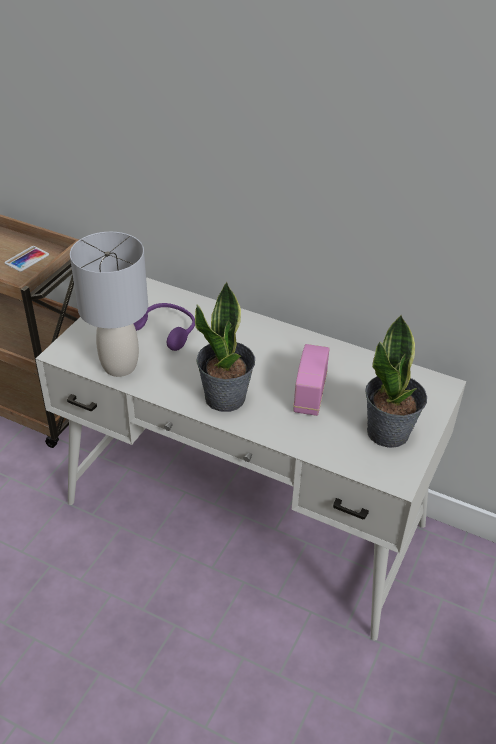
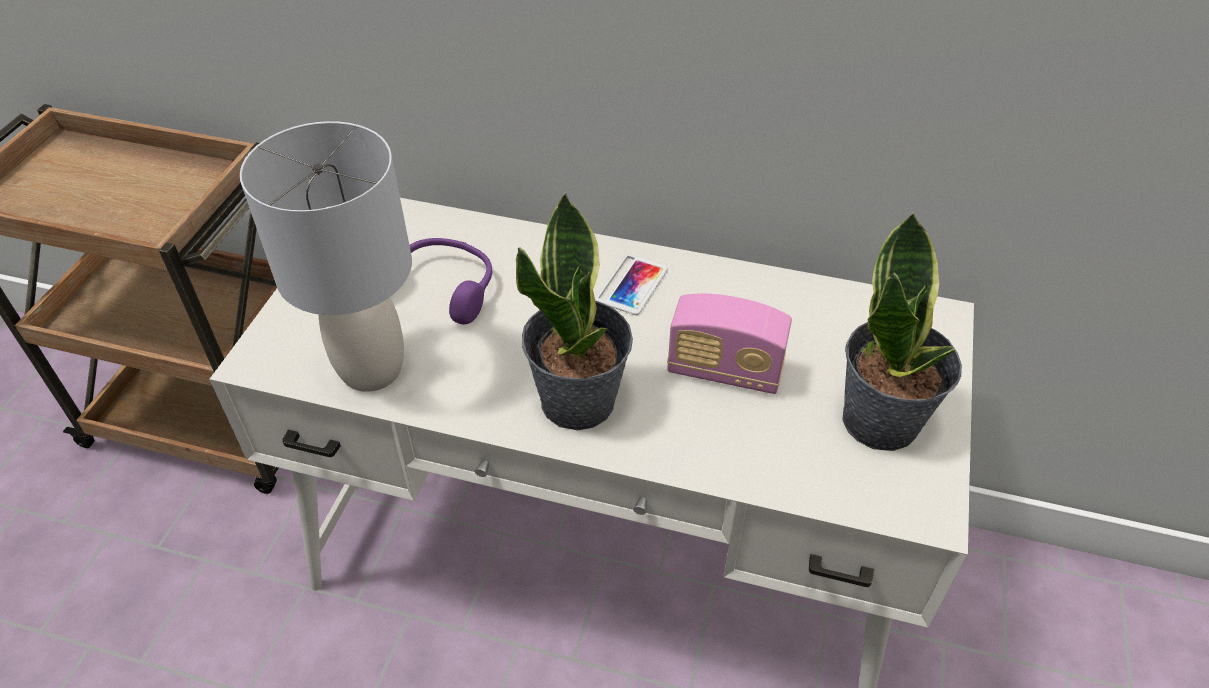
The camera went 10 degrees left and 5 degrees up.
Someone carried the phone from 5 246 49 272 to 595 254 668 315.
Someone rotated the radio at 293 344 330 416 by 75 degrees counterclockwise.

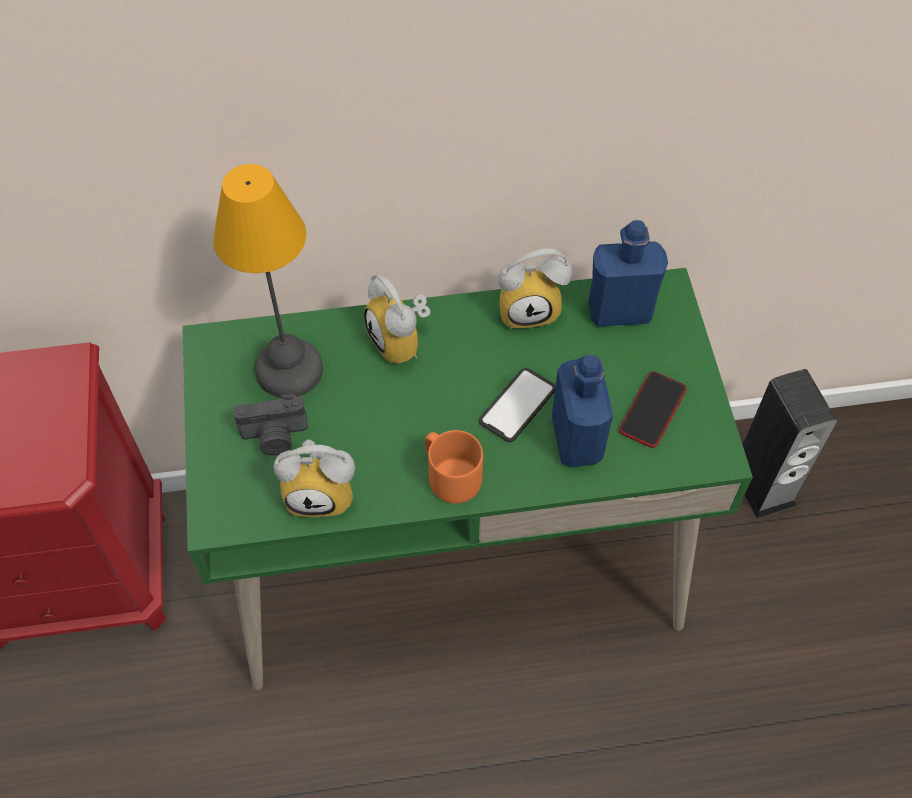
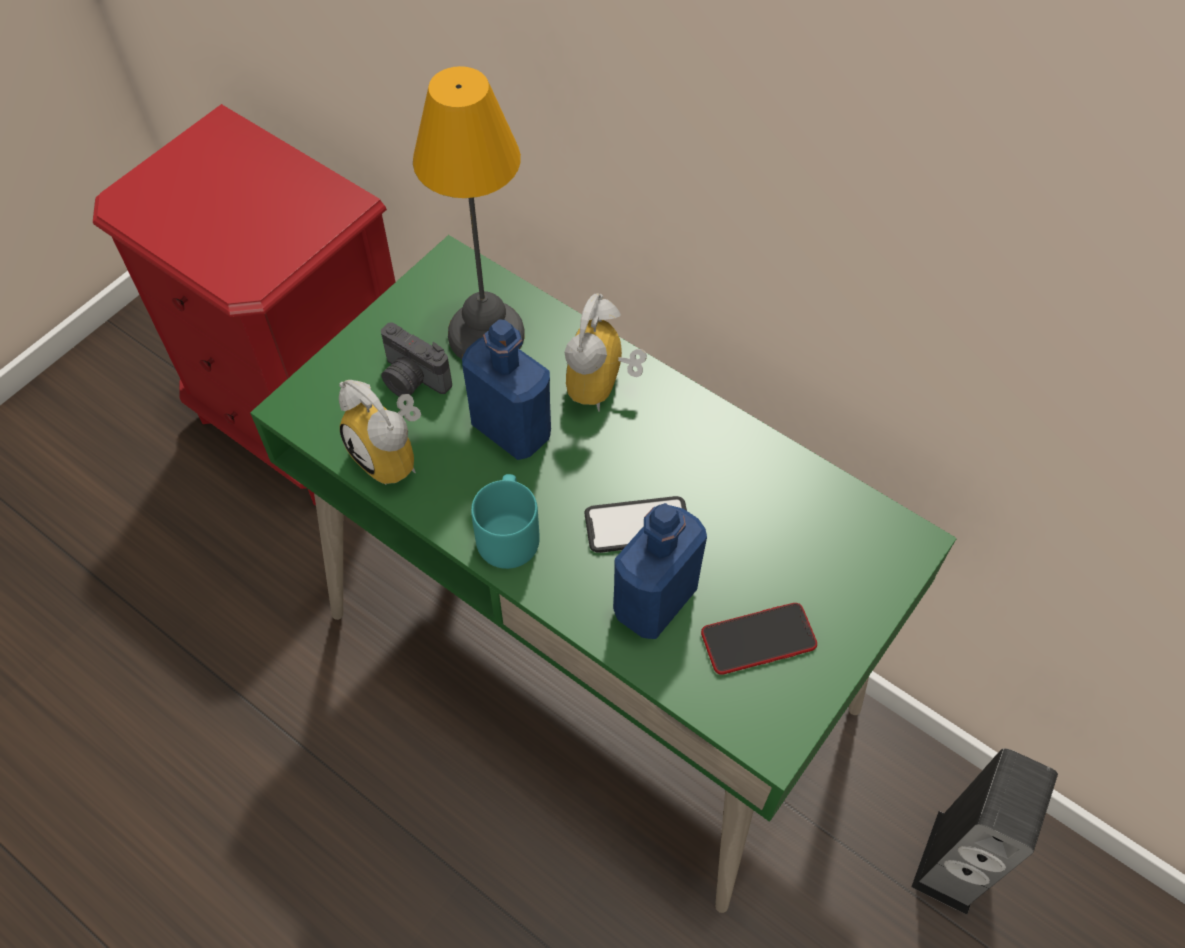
The camera went 45 degrees right and 0 degrees up.
Someone carried the bottle in blue from 588 220 668 327 to 462 320 551 460.
Someone took away the alarm clock at 498 248 572 329.
Someone repainted the mug in orange at 425 430 483 504, which became the mug in turquoise at 471 474 540 569.

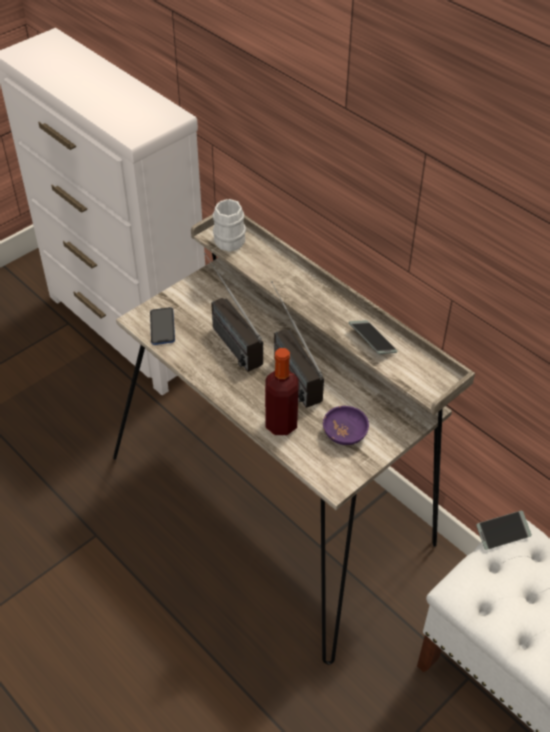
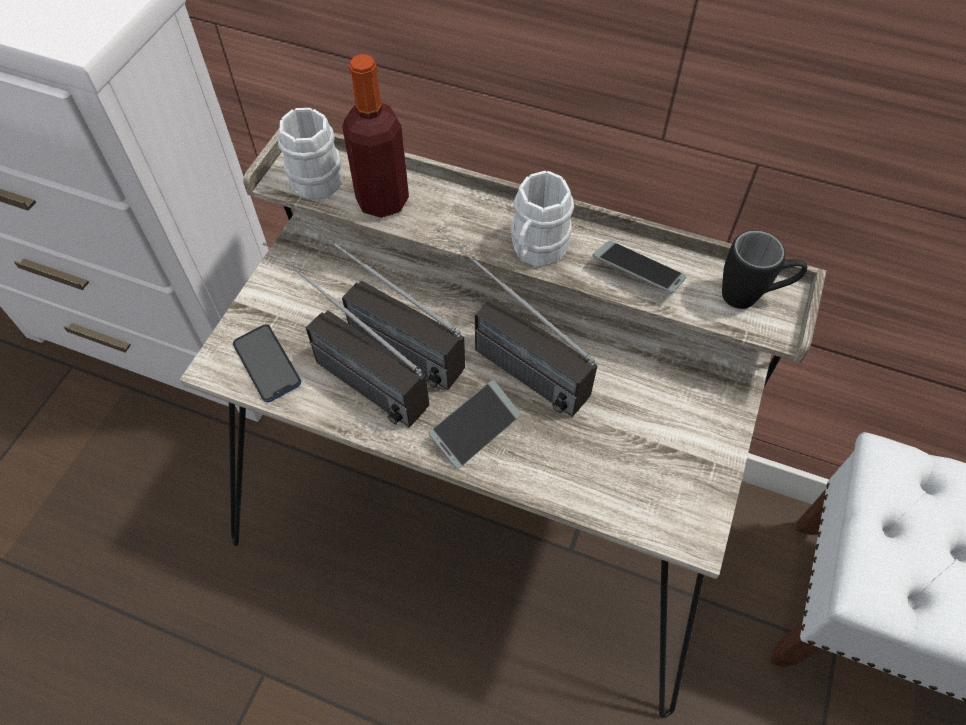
The camera went 25 degrees left and 10 degrees up.
Someone carried the bottle from 265 348 298 435 to 342 54 409 218.
Someone took away the bowl in purple at 323 406 369 445.
Someone carried the phone from 476 511 532 550 to 429 380 521 469.
Someone put down the mug in white at 511 171 574 268.
Someone put down the mug in black at 722 230 807 309.
Someone put down the radio at 263 242 429 428.

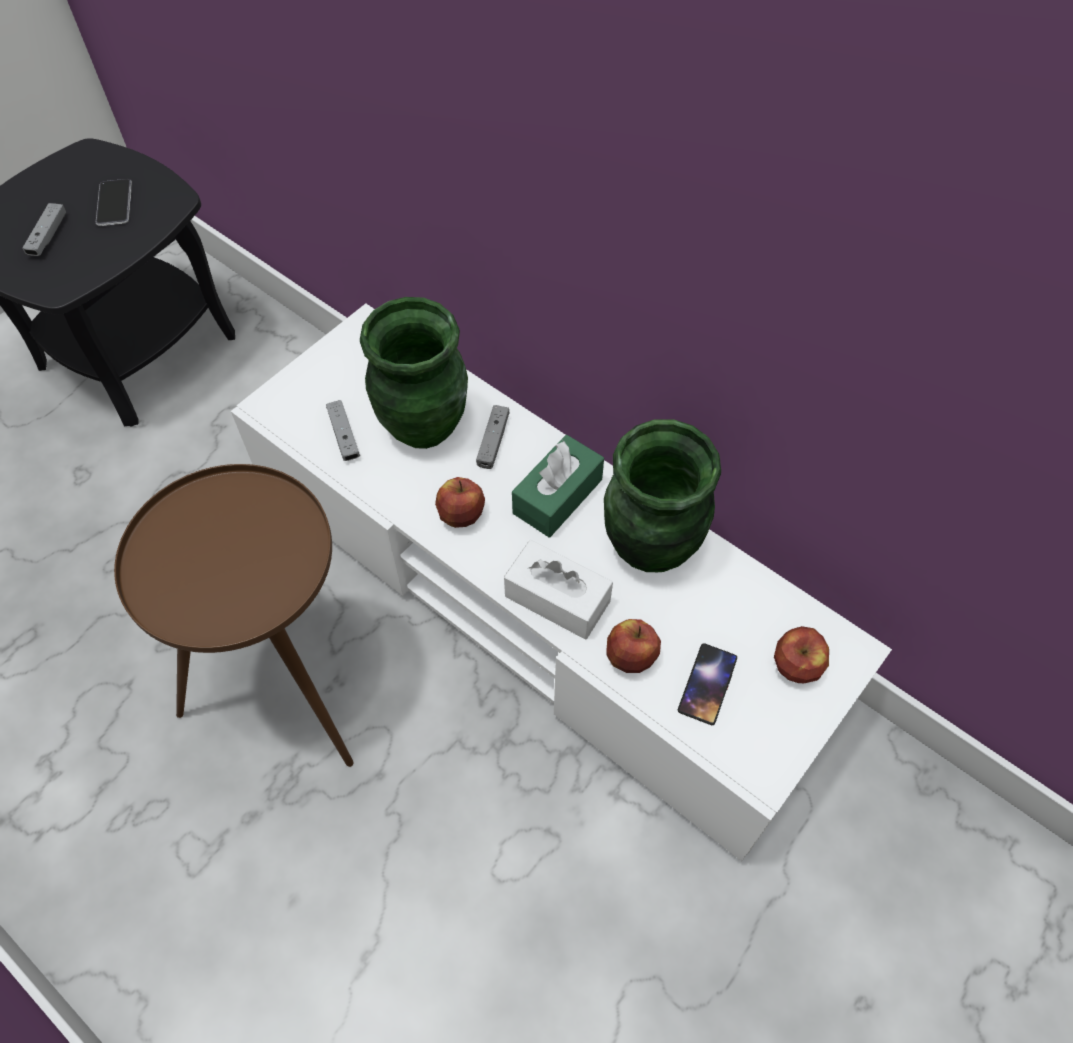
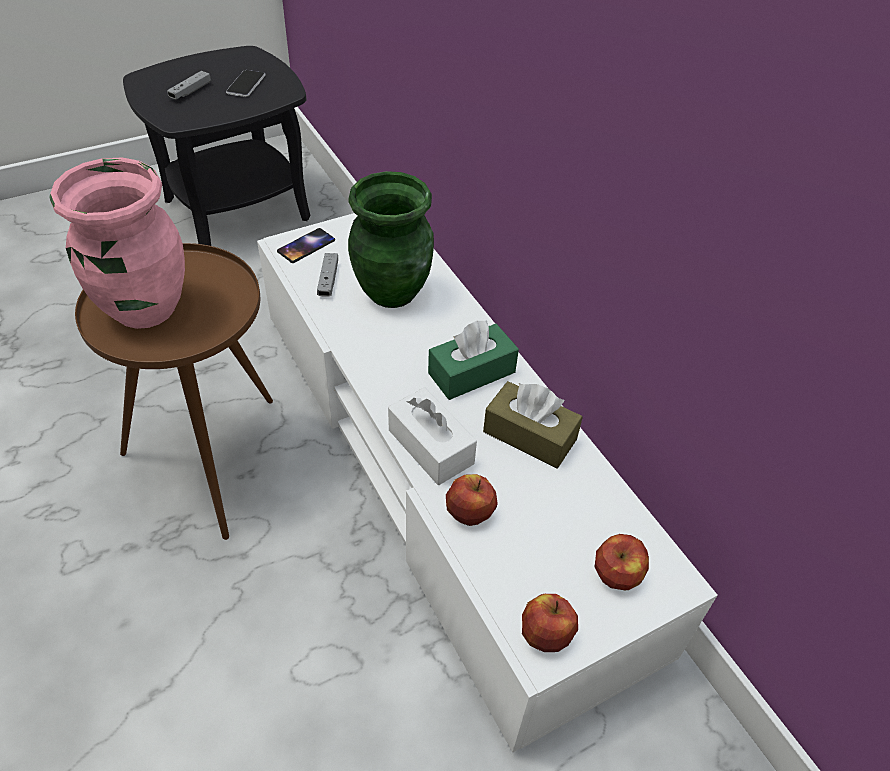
The camera went 20 degrees right and 10 degrees down.
Someone took away the game controller in grey at 476 405 510 469.
Someone swapped the vase in green at 604 419 721 572 for the tissue box in brown at 483 381 583 469.
Someone carried the apple from 435 477 485 528 to 522 594 578 652.
Someone carried the phone from 678 643 737 725 to 277 228 335 263.
Someone put down the vase in pink at 49 158 185 329.

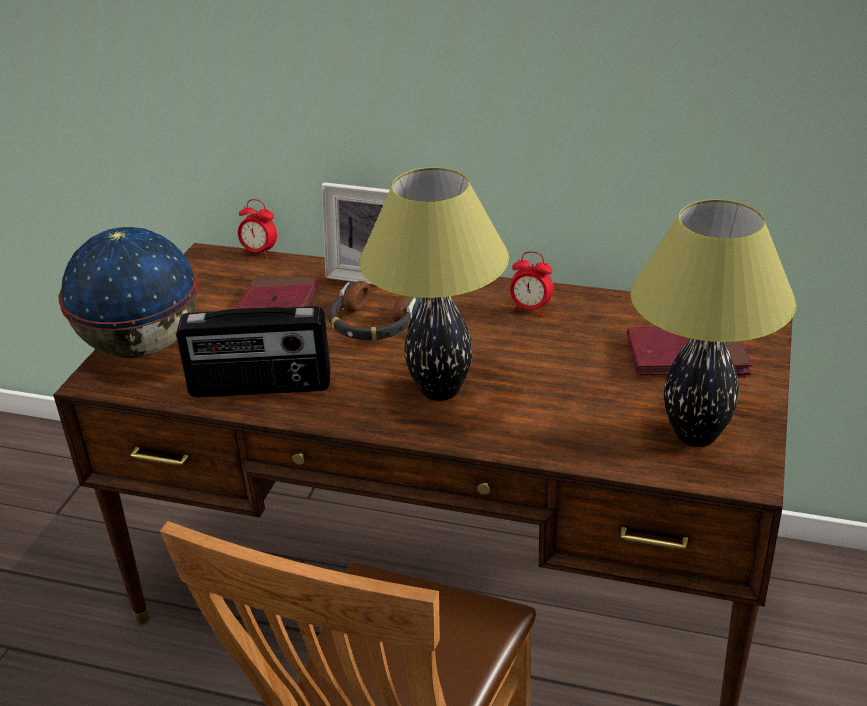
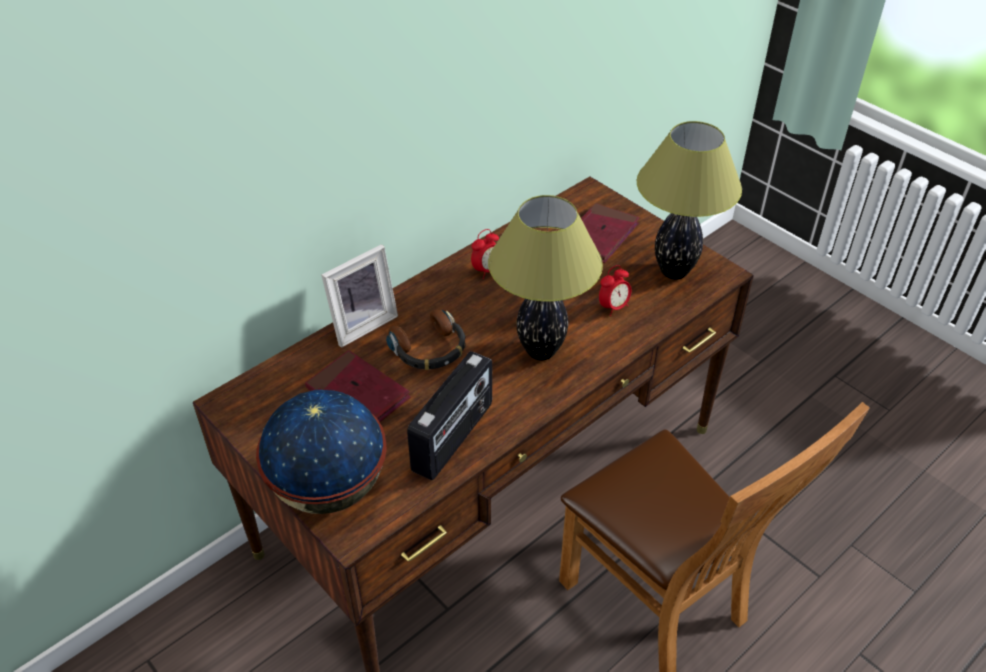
The camera went 60 degrees left and 10 degrees up.
Someone carried the alarm clock from 238 199 277 258 to 599 265 631 316.

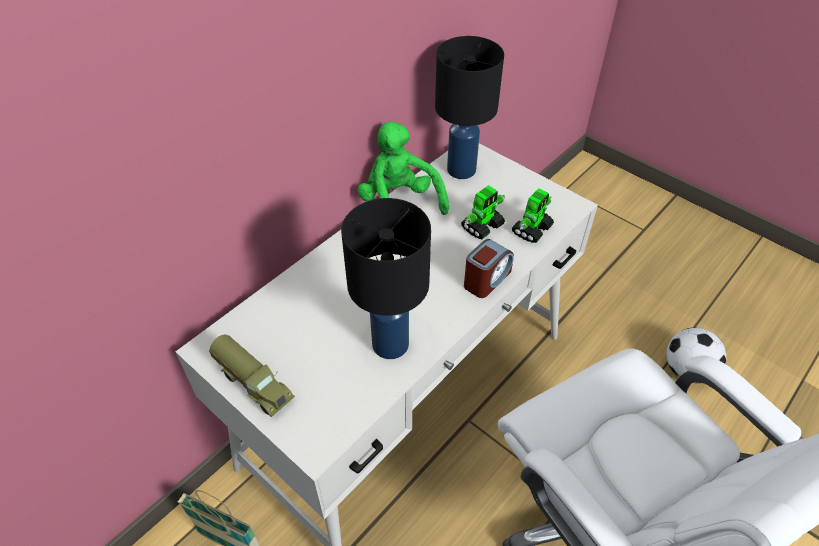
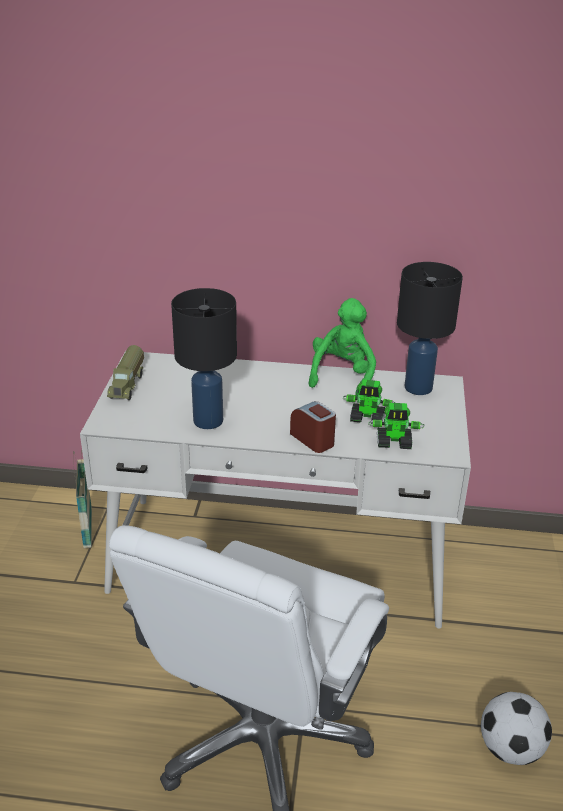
The camera went 55 degrees right and 15 degrees down.
Someone rotated the alarm clock at 464 239 514 298 by 135 degrees counterclockwise.

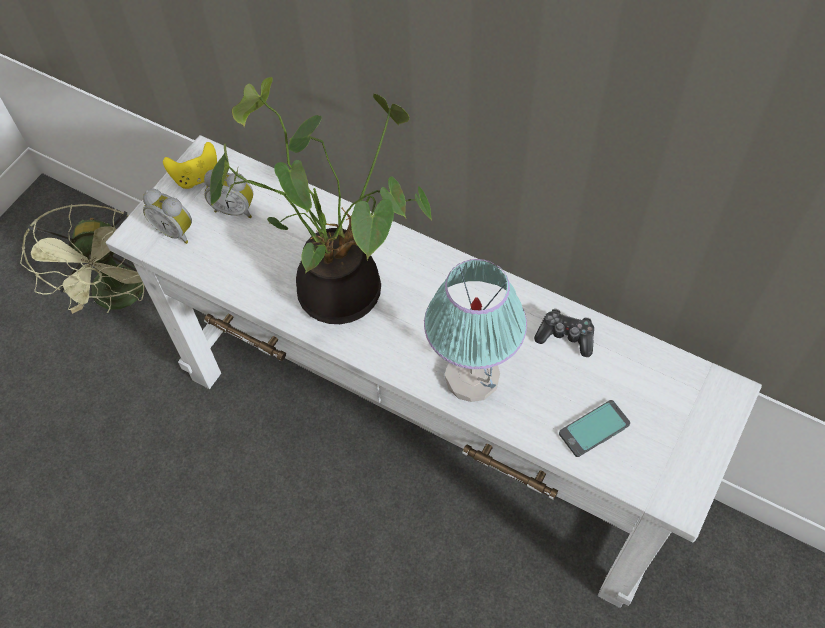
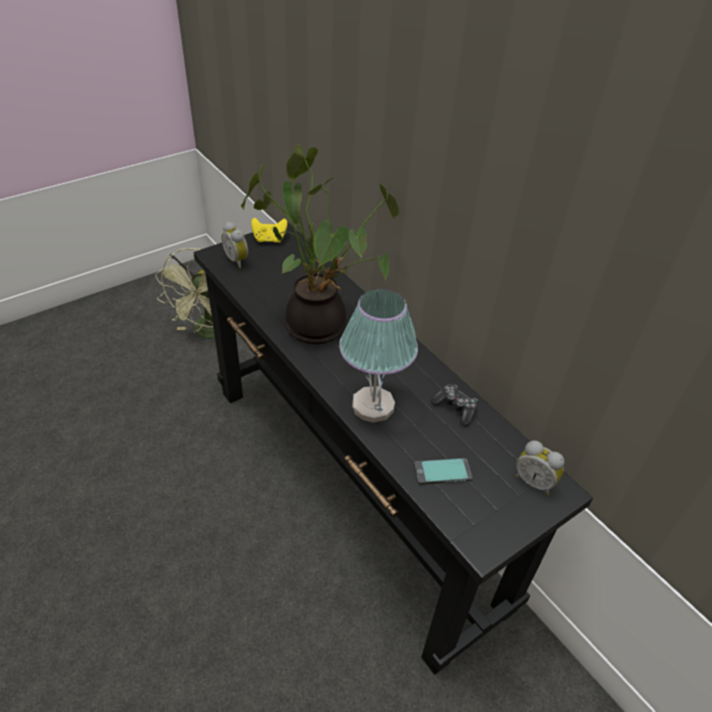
The camera went 20 degrees right and 15 degrees down.
Someone repainted the console table in white at 106 135 762 608, which became the console table in black at 194 223 593 675.
Someone carried the alarm clock from 204 169 254 218 to 515 441 564 496.

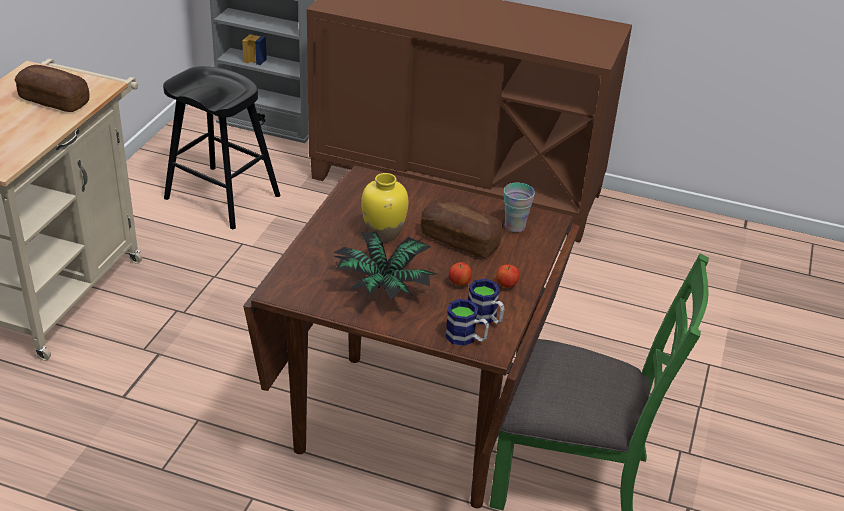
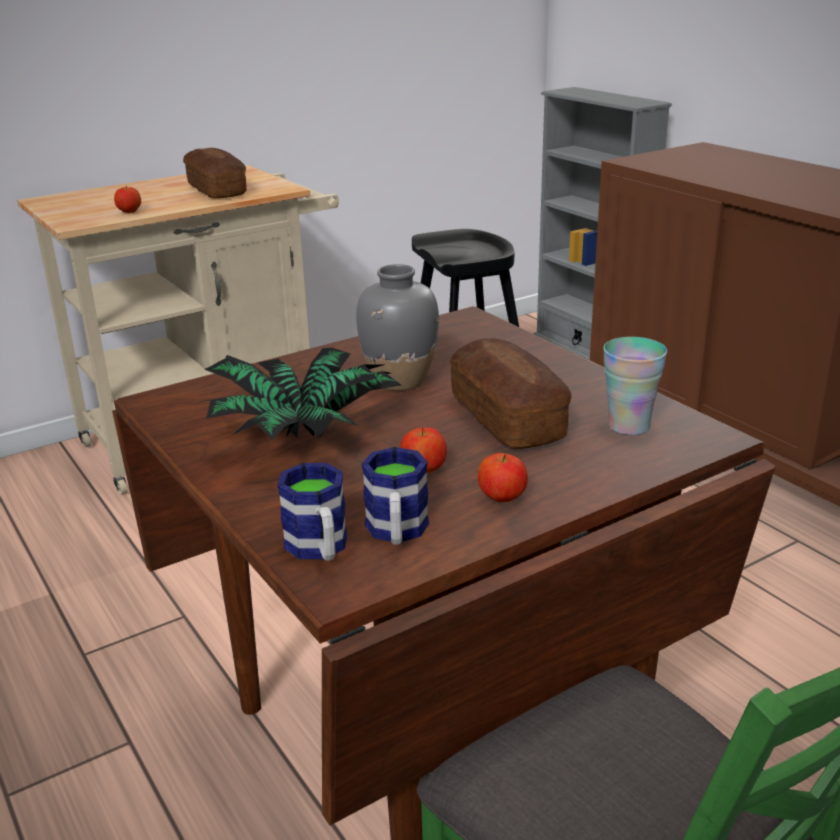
The camera went 40 degrees right and 10 degrees down.
Someone repainted the vase in yellow at 361 173 409 242, which became the vase in grey at 356 264 439 391.
Someone put down the apple at 114 186 141 213.

